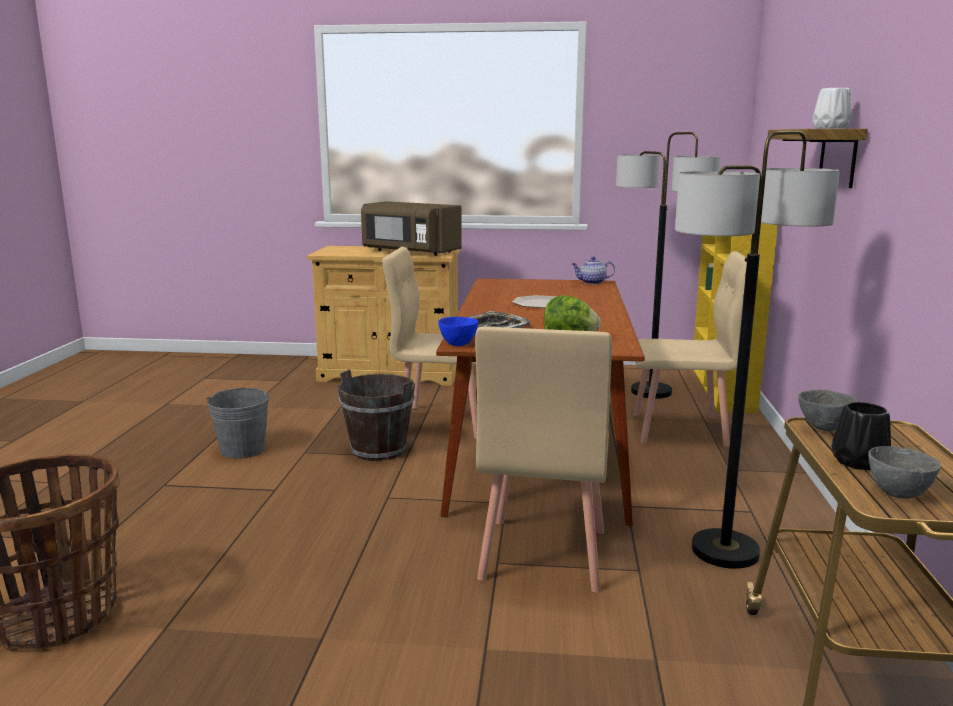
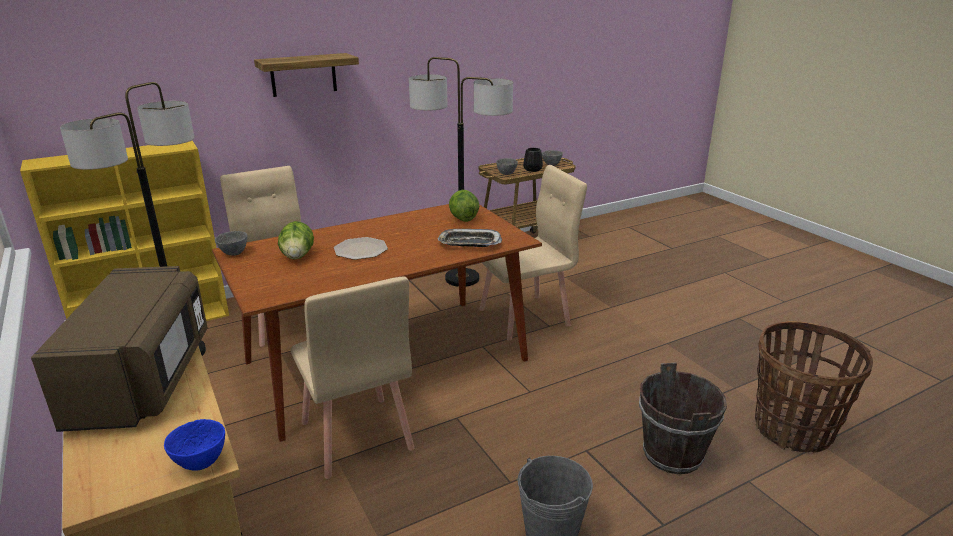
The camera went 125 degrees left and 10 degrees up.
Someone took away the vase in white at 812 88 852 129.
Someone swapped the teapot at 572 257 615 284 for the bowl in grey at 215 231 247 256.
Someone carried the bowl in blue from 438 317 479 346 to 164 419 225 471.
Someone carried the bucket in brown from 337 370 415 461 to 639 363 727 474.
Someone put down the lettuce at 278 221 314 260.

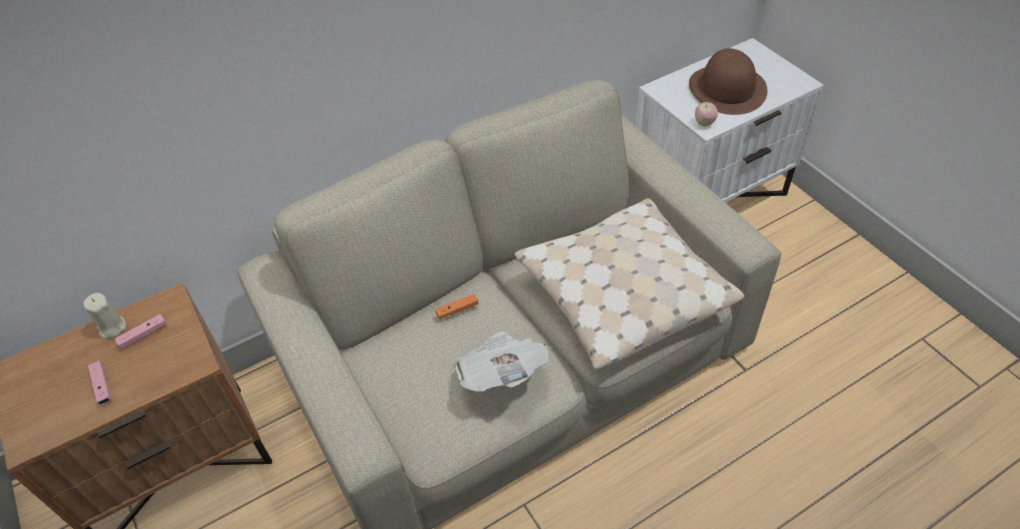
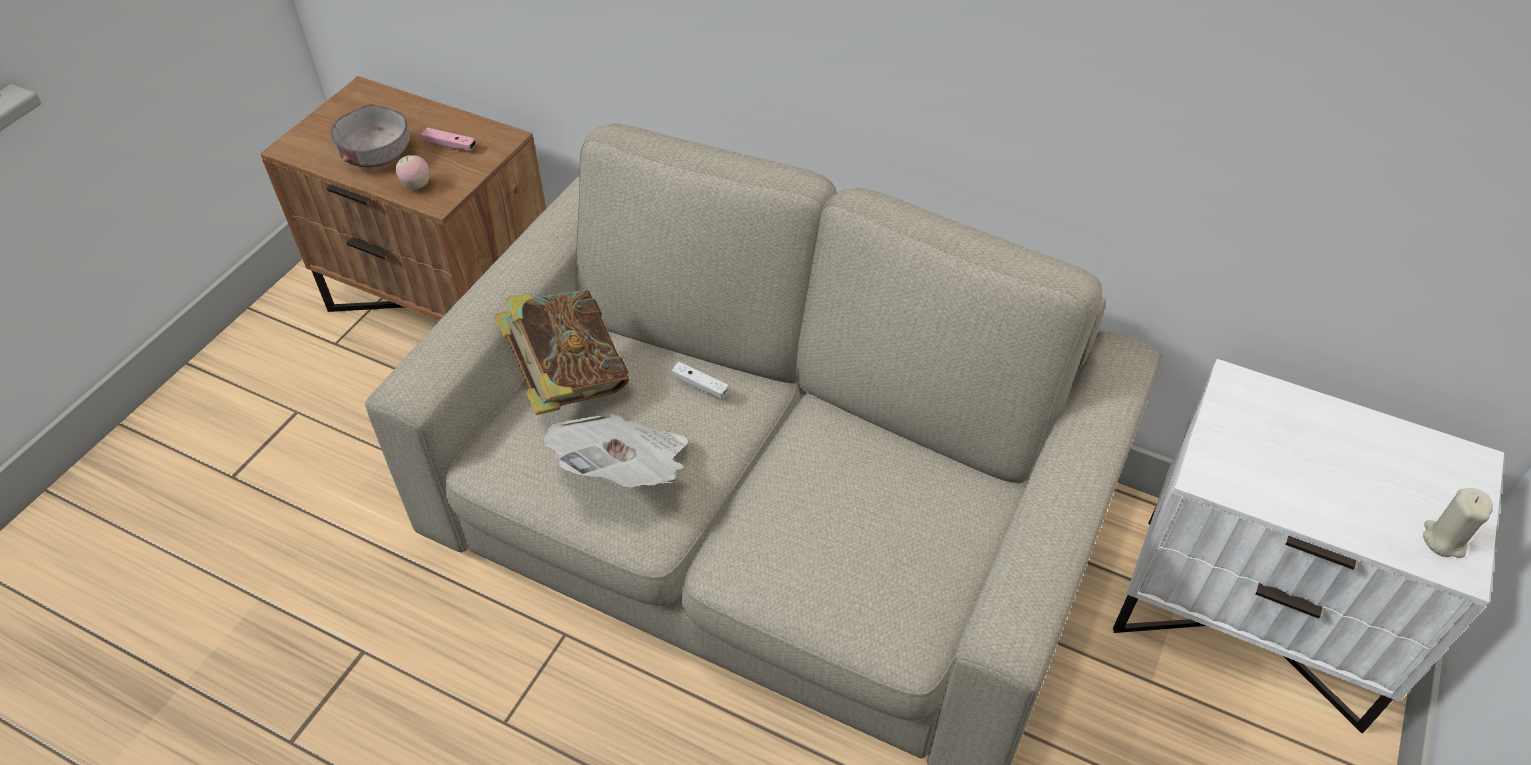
The camera went 55 degrees right and 0 degrees up.
Someone took away the hat in brown at 689 48 768 115.
Someone carried the apple from 695 102 718 126 to 395 155 430 190.
Someone took away the pillow in beige at 515 198 744 369.
Someone carried the candle in beige from 83 293 126 339 to 1423 488 1493 558.
Someone repainted the game controller in orange at 435 294 478 319, which became the game controller in white at 671 362 729 399.
Someone swapped the game controller in pink at 88 361 111 405 for the bowl in grey at 330 104 410 167.
Someone put down the book at 494 290 629 415.

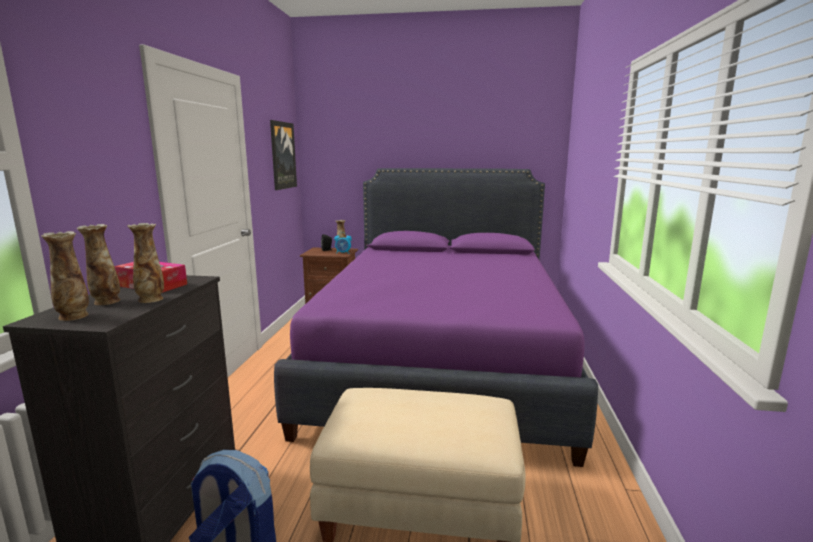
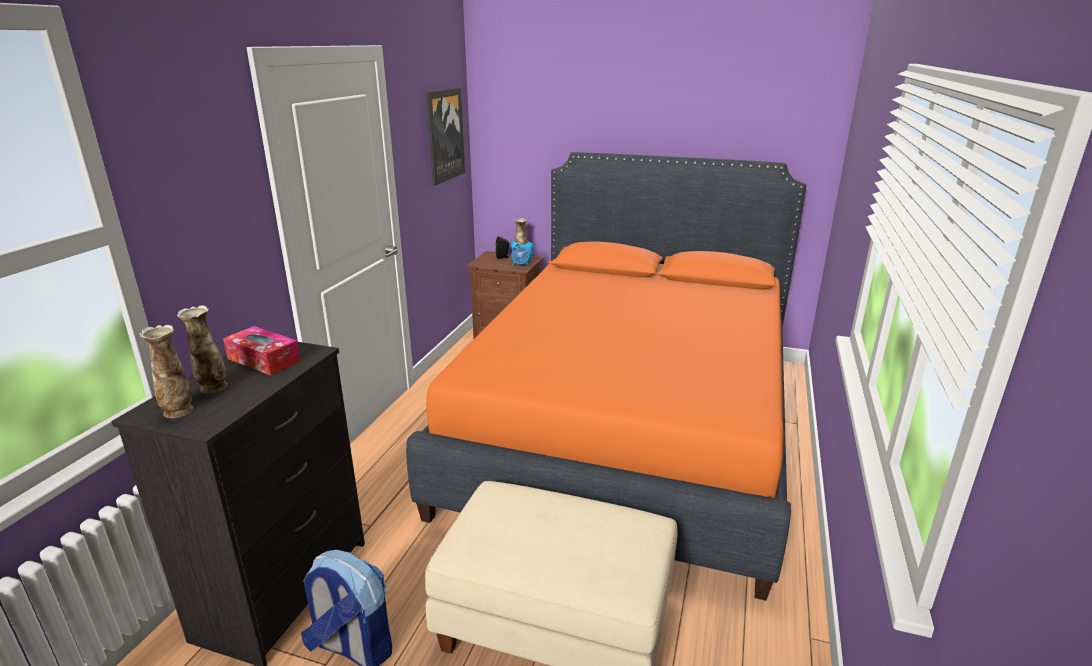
The camera went 10 degrees right and 10 degrees up.
Someone repainted the bed in purple at 274 168 598 467, which became the bed in orange at 406 152 807 601.
Someone took away the vase at 127 223 164 303.

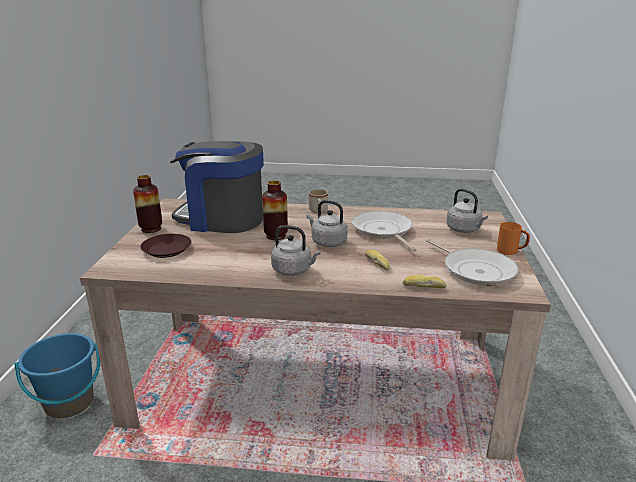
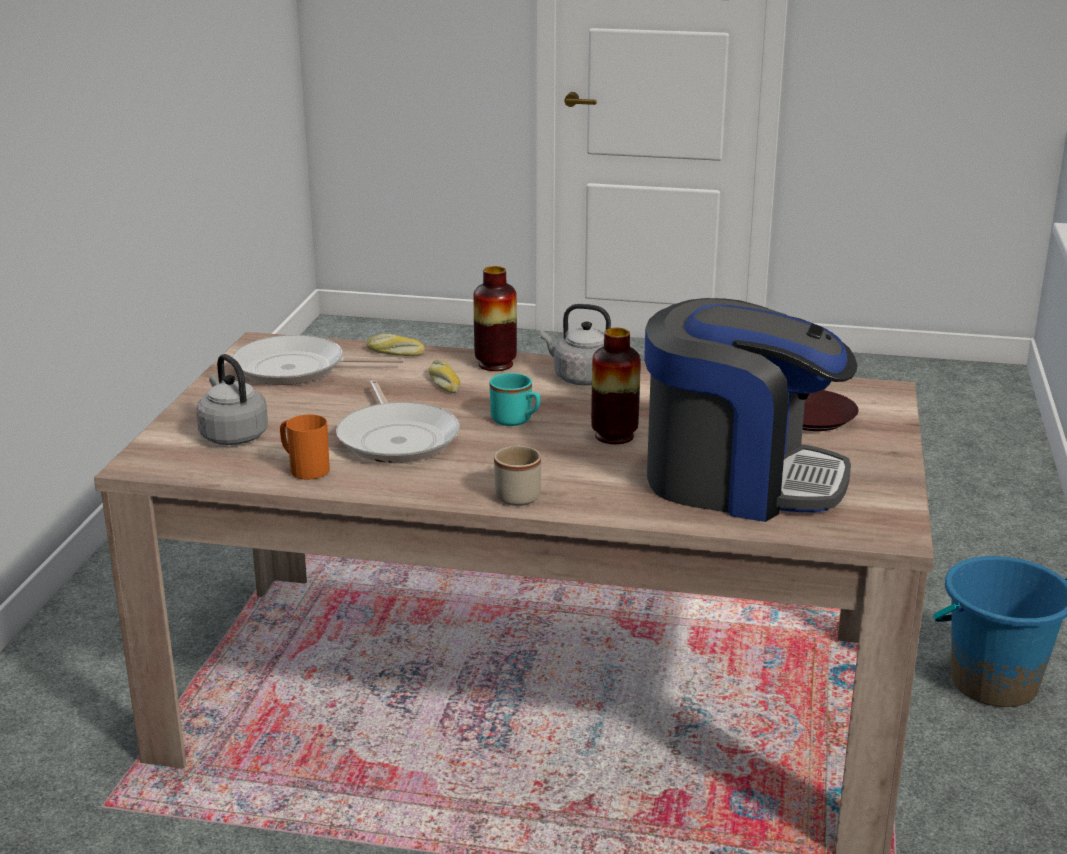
The camera went 175 degrees left and 0 degrees up.
Someone carried the vase from 133 175 162 233 to 473 266 517 371.
Someone swapped the kettle in grey at 306 200 348 247 for the mug in turquoise at 490 373 540 426.
Someone carried the mug in orange from 497 222 530 255 to 280 414 330 480.
Someone rotated the frying pan at 426 239 518 286 by 60 degrees counterclockwise.

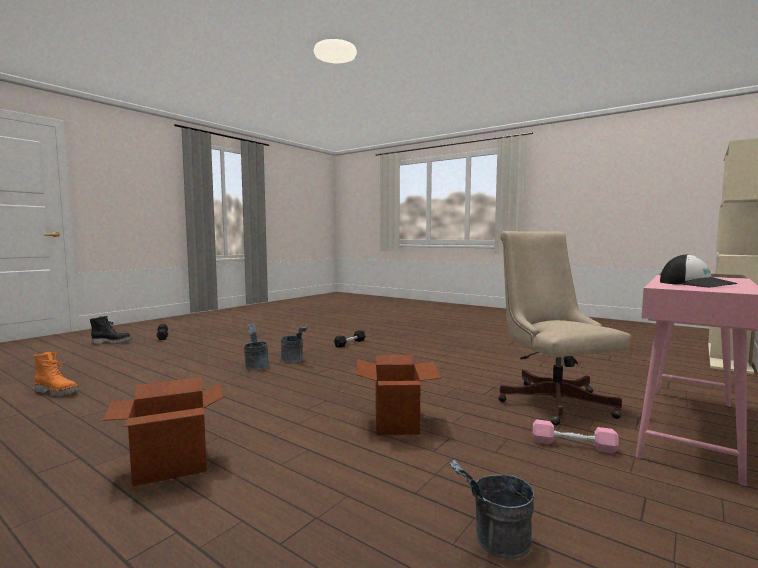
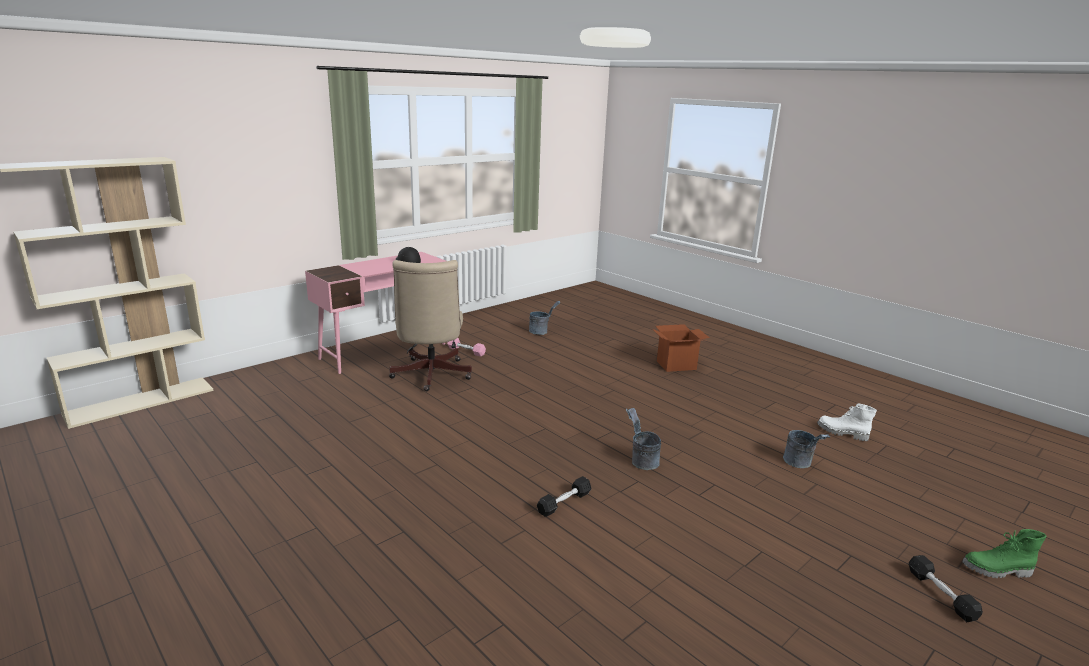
The camera went 170 degrees left and 15 degrees up.
Someone repainted the boot in black at 90 316 132 344, which became the boot in green at 962 529 1047 578.
Someone carried the bucket in grey from 244 323 269 370 to 783 430 830 468.
Someone repainted the boot in orange at 34 352 78 396, which became the boot in white at 817 403 877 441.
Someone took away the cardboard box at 356 355 442 435.

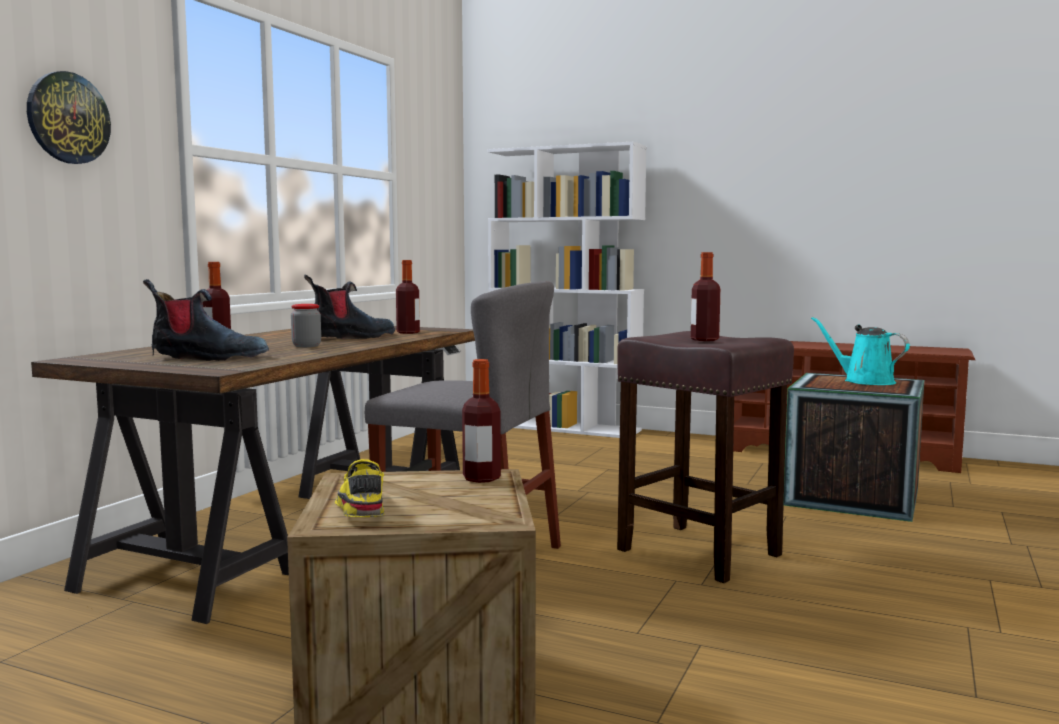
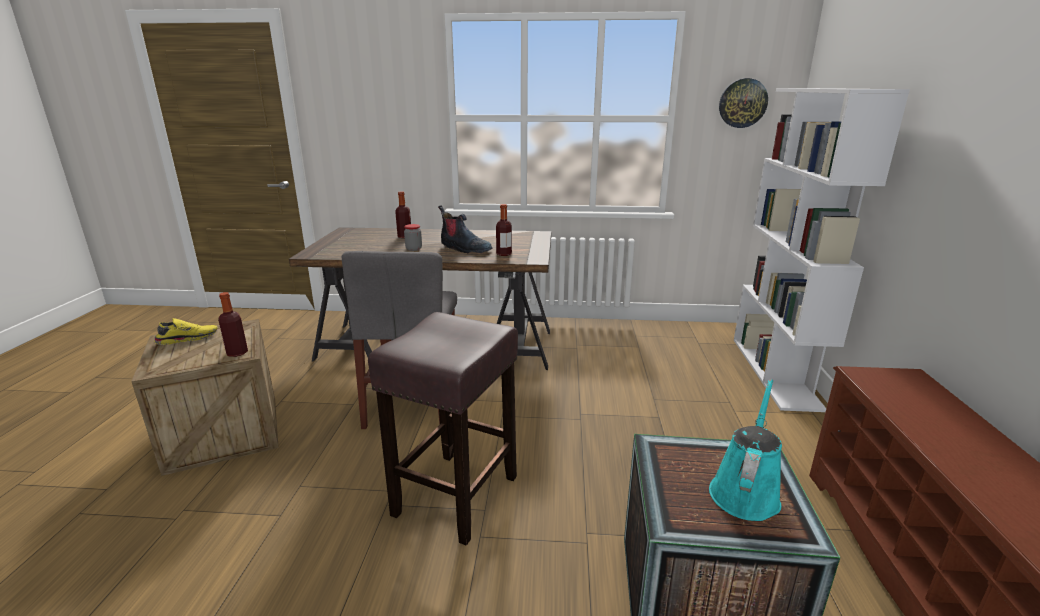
The camera went 70 degrees right and 15 degrees up.
Someone carried the wall clock from 27 71 111 164 to 719 78 768 128.
Someone took away the bottle at 691 252 721 341.
Someone took away the boot at 143 279 269 361.

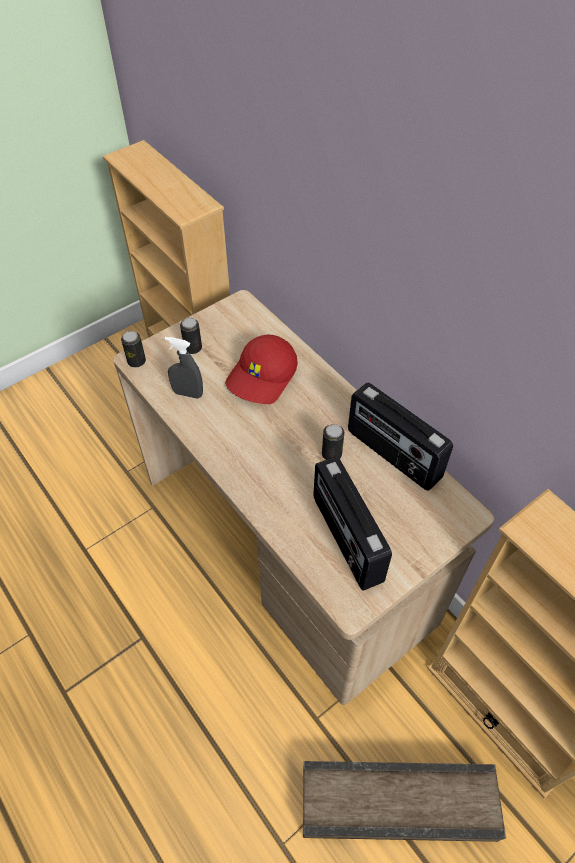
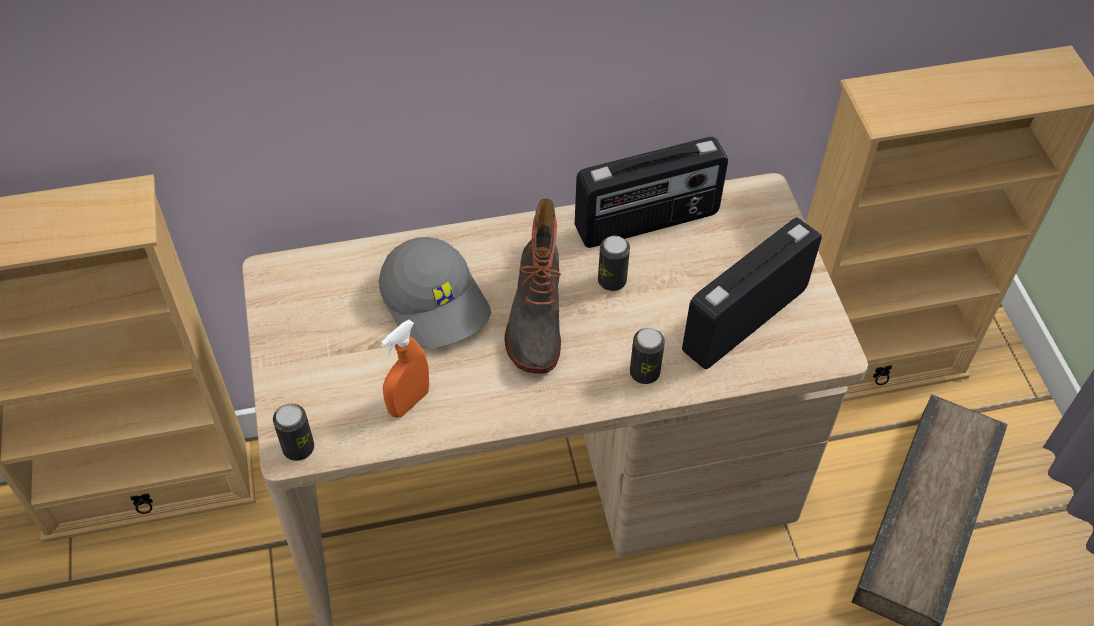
The camera went 65 degrees left and 0 degrees up.
Someone carried the can from 180 318 202 354 to 630 328 665 384.
Someone repainted the cap in red at 225 335 298 404, which became the cap in grey at 379 237 491 349.
Someone repainted the spray bottle in grey at 165 337 203 399, which became the spray bottle in orange at 380 320 429 418.
Someone rotated the radio at 313 456 392 591 by 135 degrees clockwise.
Someone put down the boot at 505 198 561 374.

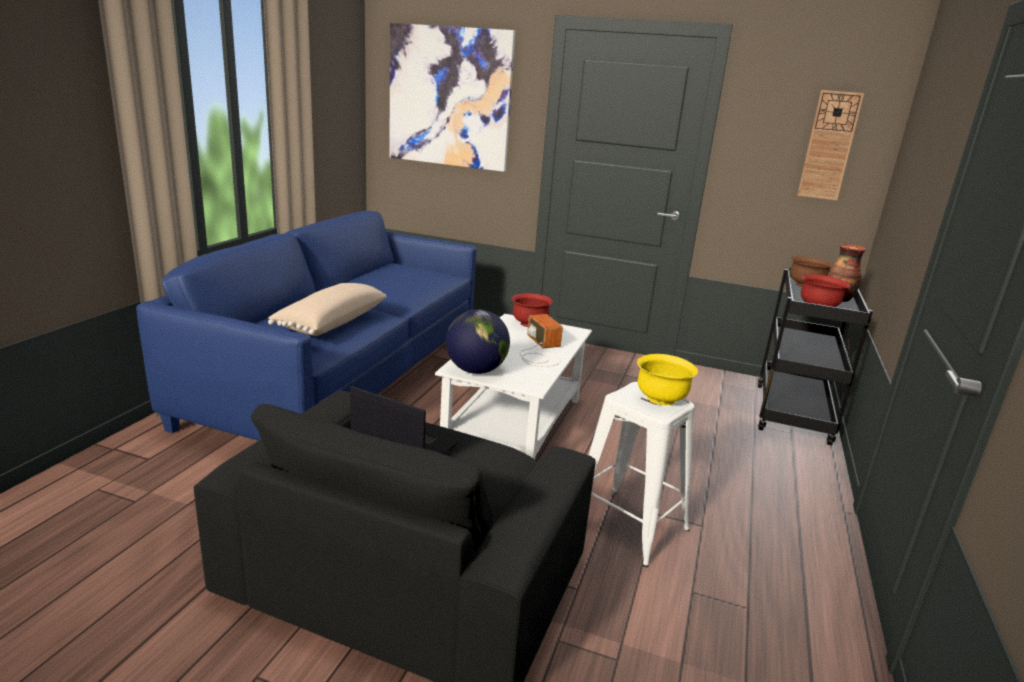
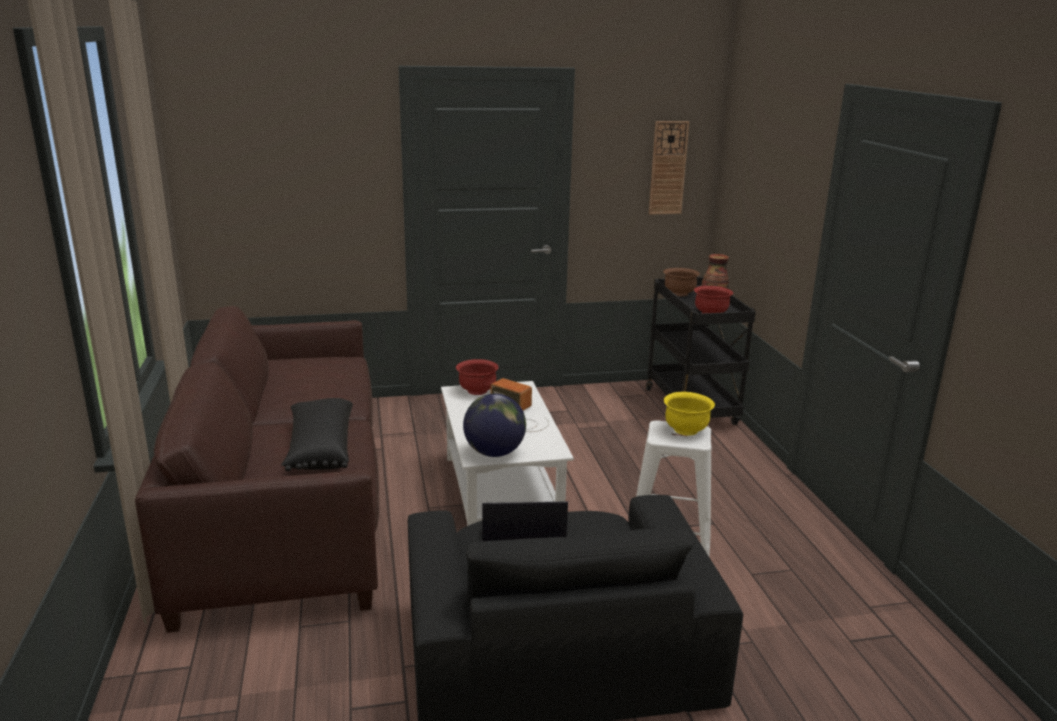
The camera went 30 degrees left and 0 degrees up.
Someone took away the picture at 389 23 515 172.
Someone repainted the sofa in blue at 136 211 476 441, which became the sofa in brown at 135 306 379 633.
Someone repainted the pillow in beige at 268 283 387 336, which became the pillow in black at 281 398 353 471.

